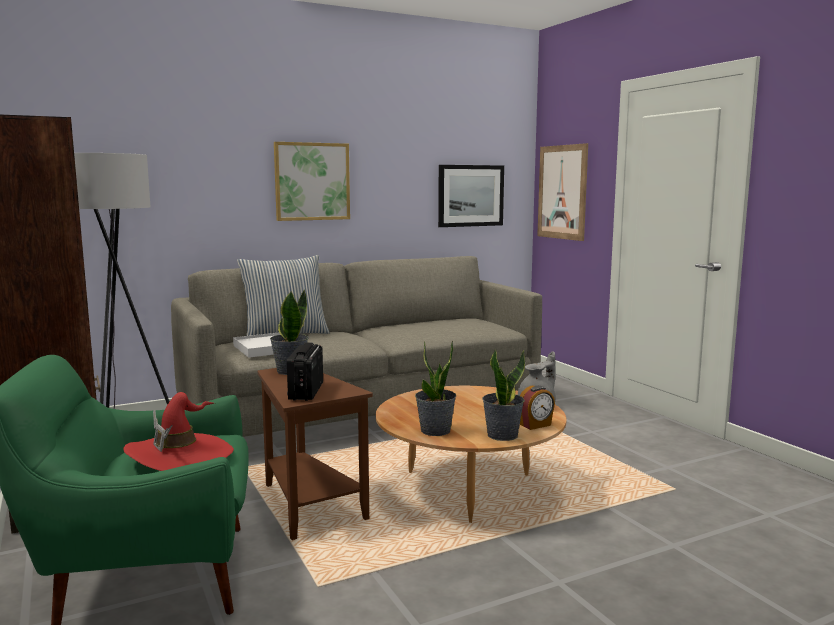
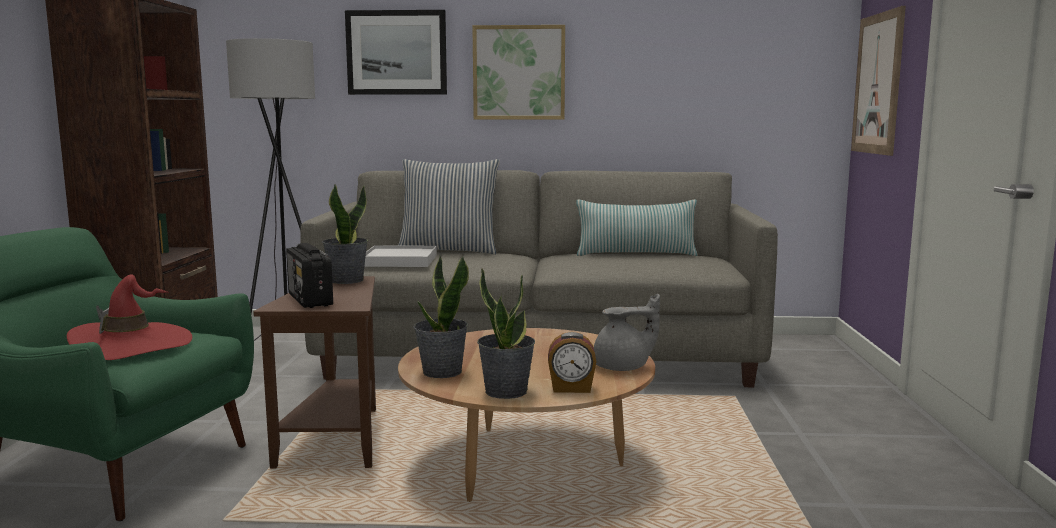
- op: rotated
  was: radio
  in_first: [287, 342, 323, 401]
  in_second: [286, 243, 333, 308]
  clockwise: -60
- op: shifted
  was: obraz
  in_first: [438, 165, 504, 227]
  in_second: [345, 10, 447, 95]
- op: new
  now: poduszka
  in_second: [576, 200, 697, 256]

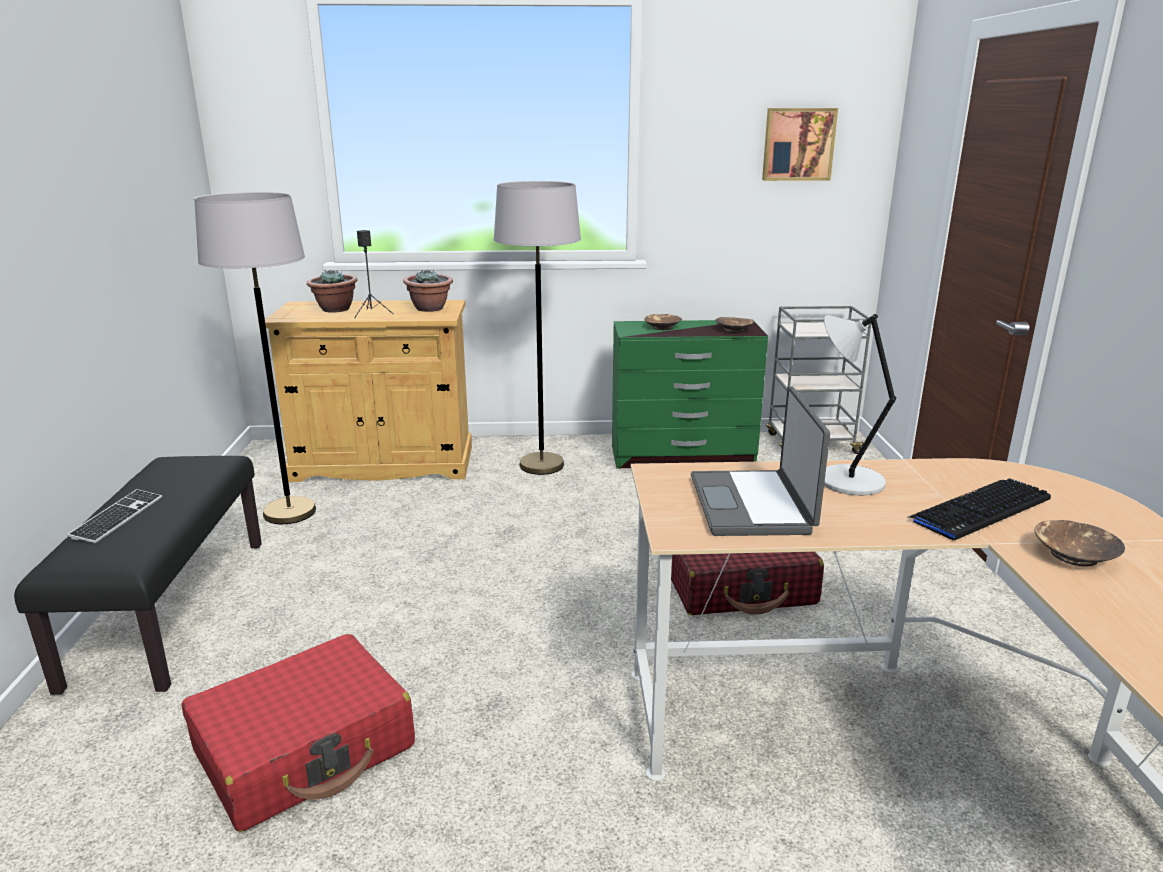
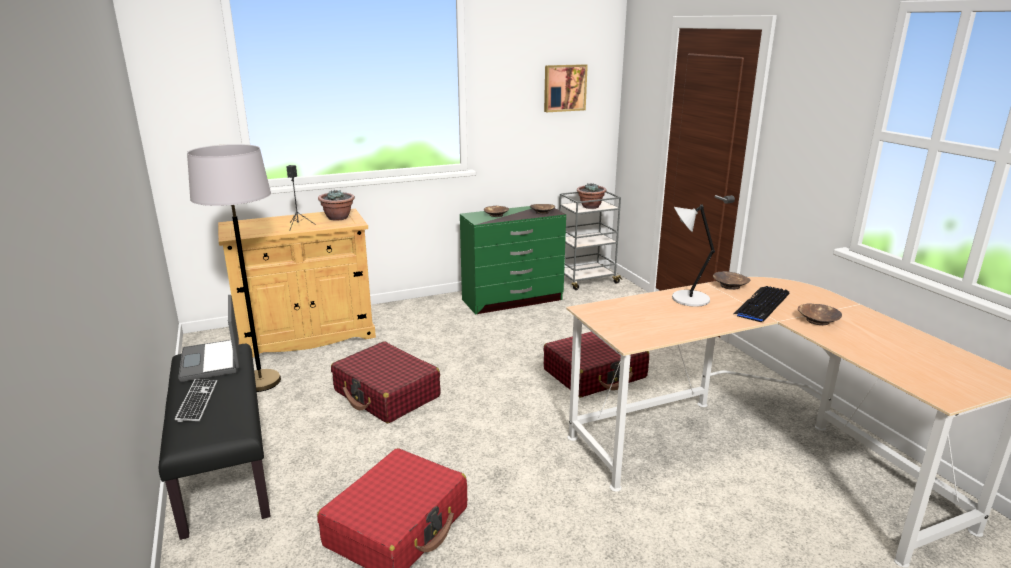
- op: shifted
  was: laptop
  in_first: [691, 386, 830, 536]
  in_second: [178, 295, 239, 382]
- op: new
  now: walizka/czerwony
  in_second: [331, 341, 440, 423]
- op: shifted
  was: roślina doniczkowa
  in_first: [307, 270, 357, 313]
  in_second: [577, 183, 607, 209]
- op: new
  now: miska/brązowy
  in_second: [713, 271, 750, 290]
- op: gone
  was: lampa stojąca/szary
  in_first: [494, 181, 581, 475]

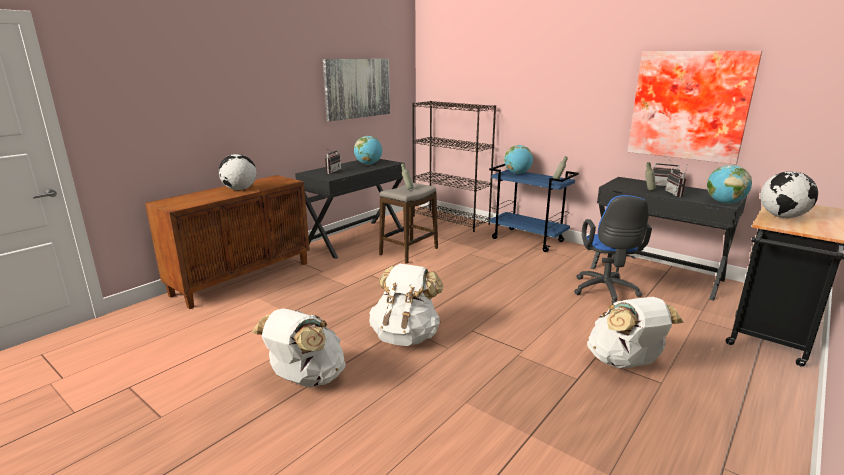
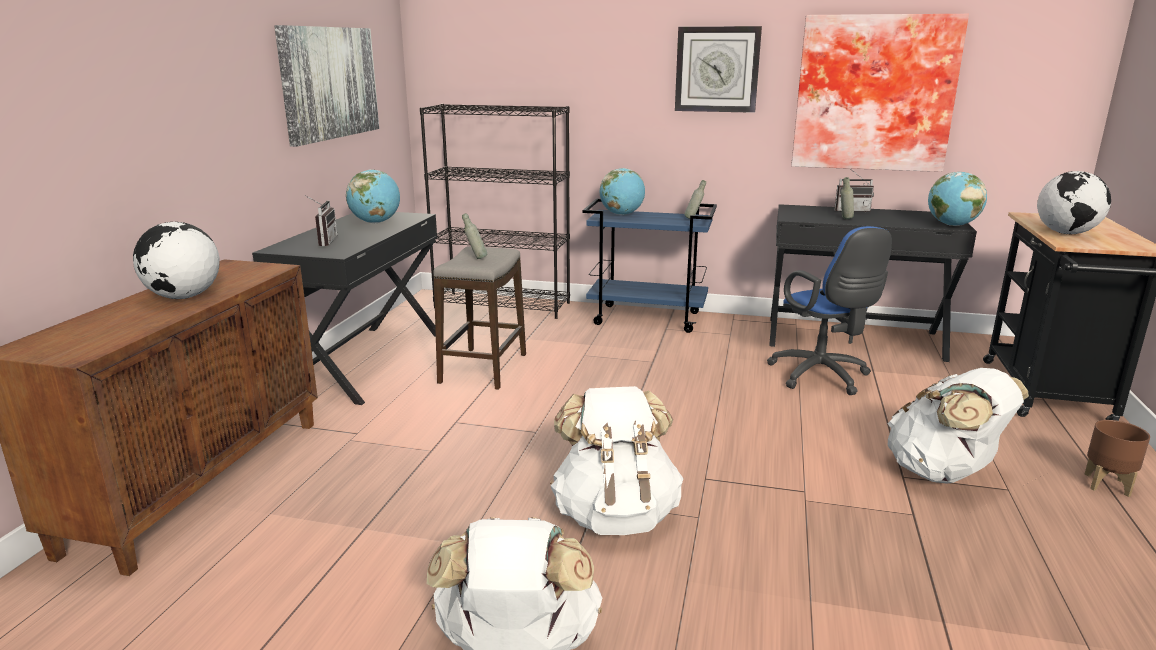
- op: new
  now: zegar ścienny
  in_second: [675, 26, 762, 113]
- op: new
  now: donica/brązowy
  in_second: [1084, 420, 1150, 497]
- op: gone
  was: radio
  in_first: [665, 165, 688, 197]

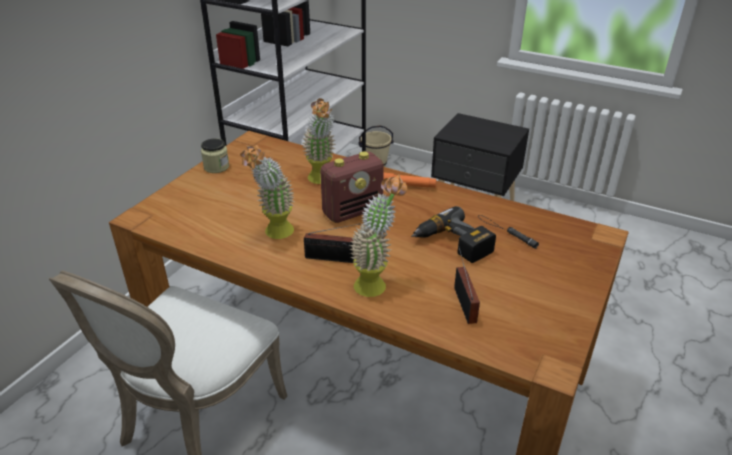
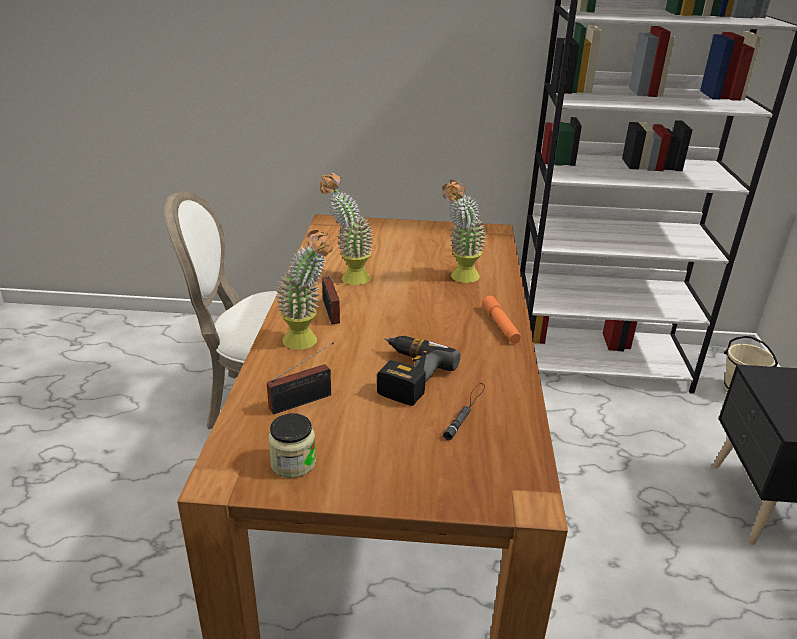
- op: shifted
  was: słoik
  in_first: [201, 139, 229, 173]
  in_second: [268, 413, 316, 478]
- op: gone
  was: radio
  in_first: [320, 152, 384, 223]

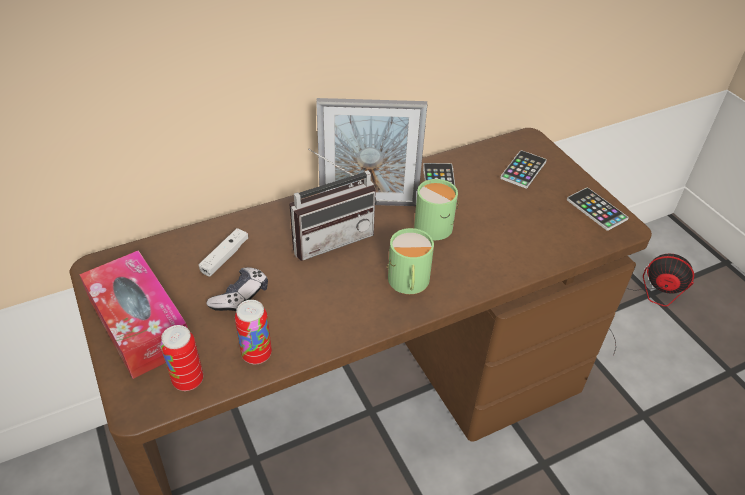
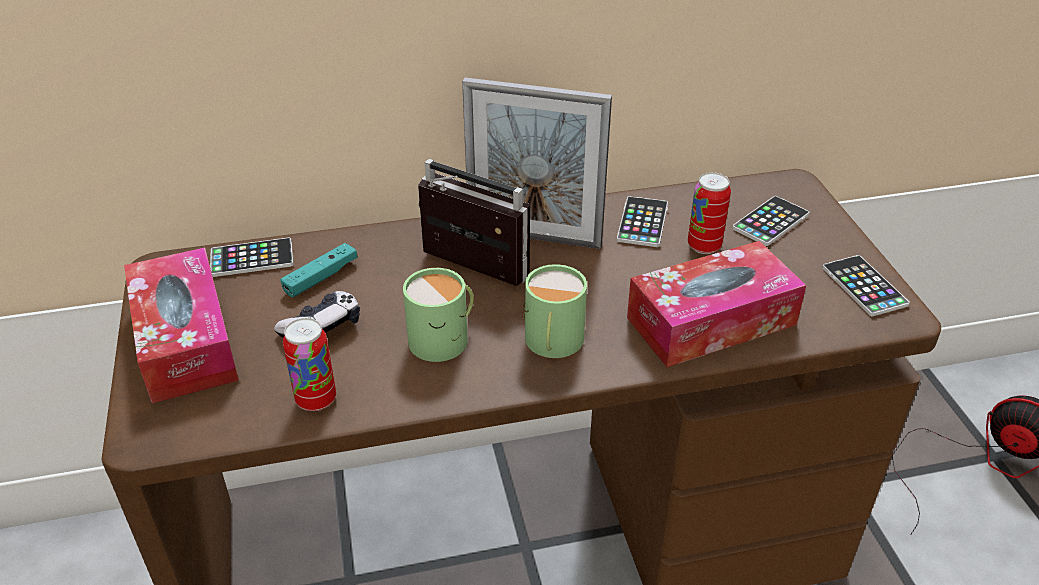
- op: new
  now: telefon
  in_second: [210, 238, 294, 277]
- op: repainted
  was: pad do gier/biały
  now: pad do gier/turkusowy
  in_first: [199, 228, 249, 277]
  in_second: [280, 243, 358, 297]
- op: shifted
  was: kubek/zielony
  in_first: [414, 179, 458, 240]
  in_second: [403, 268, 474, 362]
- op: rotated
  was: radio
  in_first: [289, 149, 377, 261]
  in_second: [418, 159, 530, 286]
  clockwise: -135
- op: new
  now: pudełko chusteczek
  in_second: [627, 241, 806, 367]
- op: shifted
  was: puszka
  in_first: [160, 325, 203, 391]
  in_second: [688, 172, 731, 254]

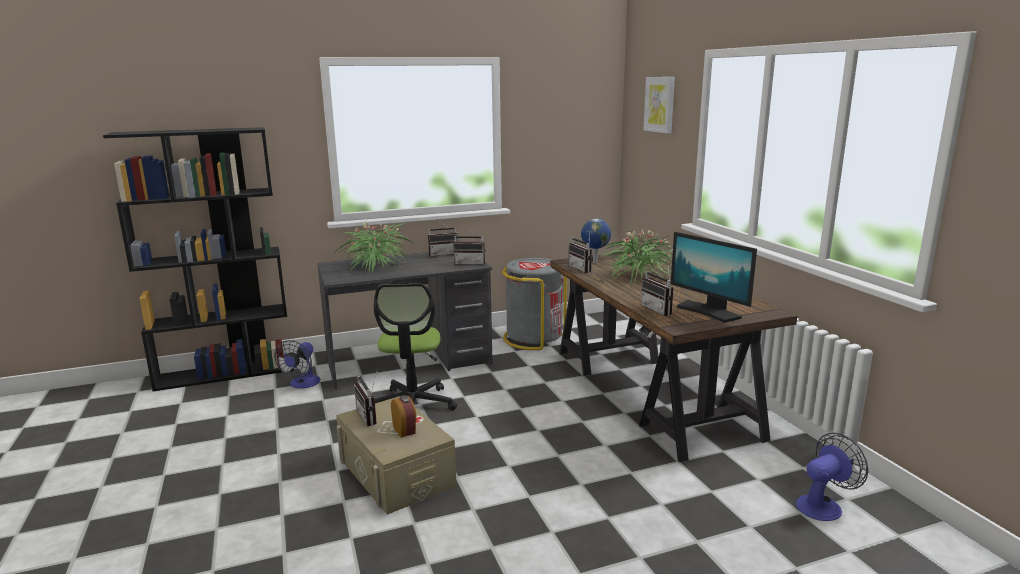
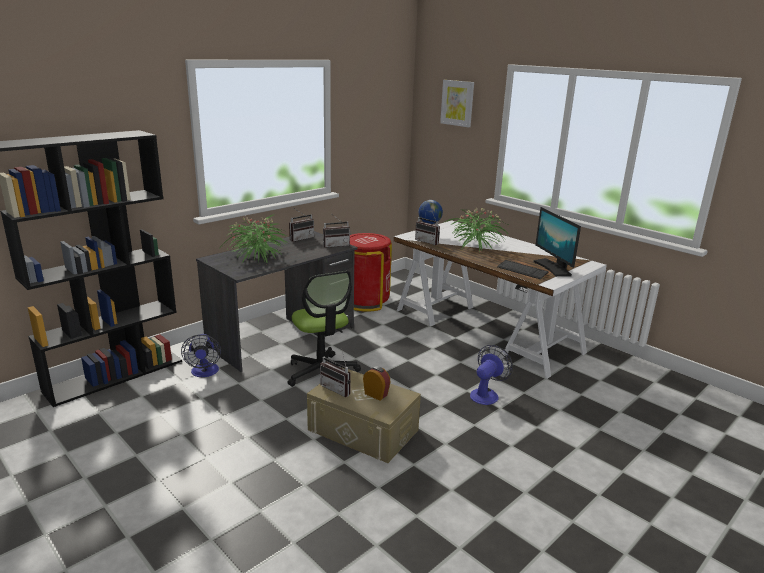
- op: repainted
  was: kosz na śmieci/szary
  now: kosz na śmieci/czerwony
  in_first: [502, 258, 567, 350]
  in_second: [350, 233, 392, 312]
- op: repainted
  was: biurko/brązowy
  now: biurko/biały
  in_first: [550, 250, 797, 462]
  in_second: [394, 220, 607, 379]
- op: shifted
  was: wentylator
  in_first: [796, 433, 868, 521]
  in_second: [470, 345, 513, 405]
- op: swapped
  was: radio
  now: klawiatura
  in_first: [641, 265, 674, 316]
  in_second: [497, 260, 549, 280]
- op: rotated
  was: monitor
  in_first: [671, 232, 757, 323]
  in_second: [533, 207, 581, 277]
  clockwise: 45

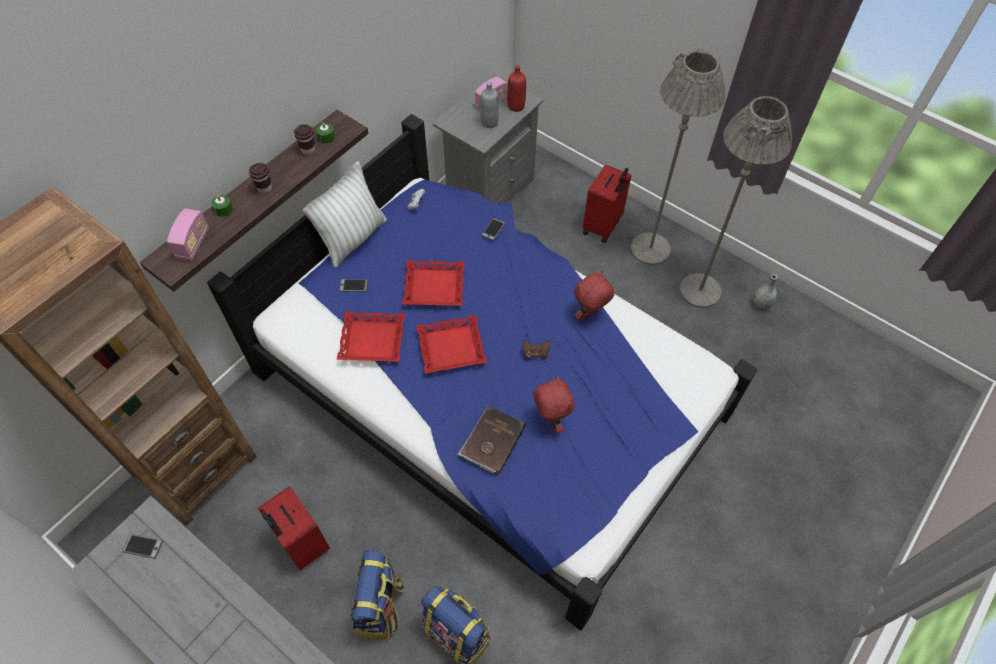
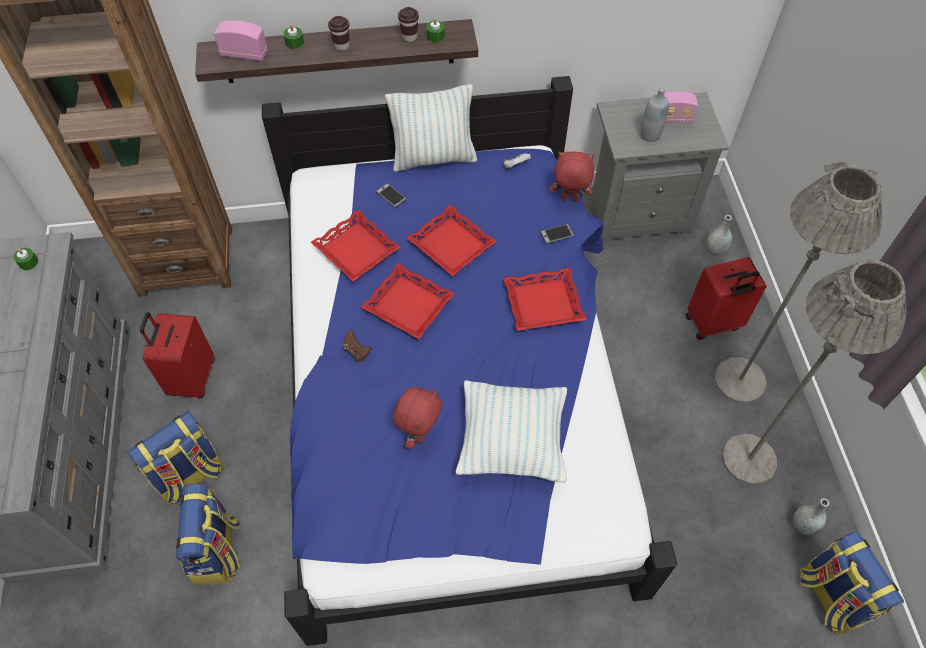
- op: swapped
  was: telefon
  now: świeca/zielony
  in_first: [122, 534, 163, 559]
  in_second: [13, 248, 38, 270]
- op: rotated
  was: radio
  in_first: [167, 209, 209, 261]
  in_second: [214, 20, 268, 61]
  clockwise: -135
- op: shifted
  was: pad do gier/brązowy
  in_first: [523, 340, 550, 359]
  in_second: [343, 330, 371, 362]
- op: new
  now: poduszka
  in_second: [455, 381, 567, 483]
- op: new
  now: taca/czerwony
  in_second: [504, 268, 587, 331]
- op: shifted
  was: pluszak/czerwony
  in_first: [574, 271, 614, 320]
  in_second: [550, 151, 594, 201]
- op: new
  now: wazon/szary
  in_second: [706, 215, 732, 256]
- op: new
  now: plecak
  in_second: [799, 530, 904, 635]
- op: gone
  was: książka/brązowy
  in_first: [458, 406, 526, 474]
- op: gone
  was: butelka/czerwony
  in_first: [507, 65, 526, 112]

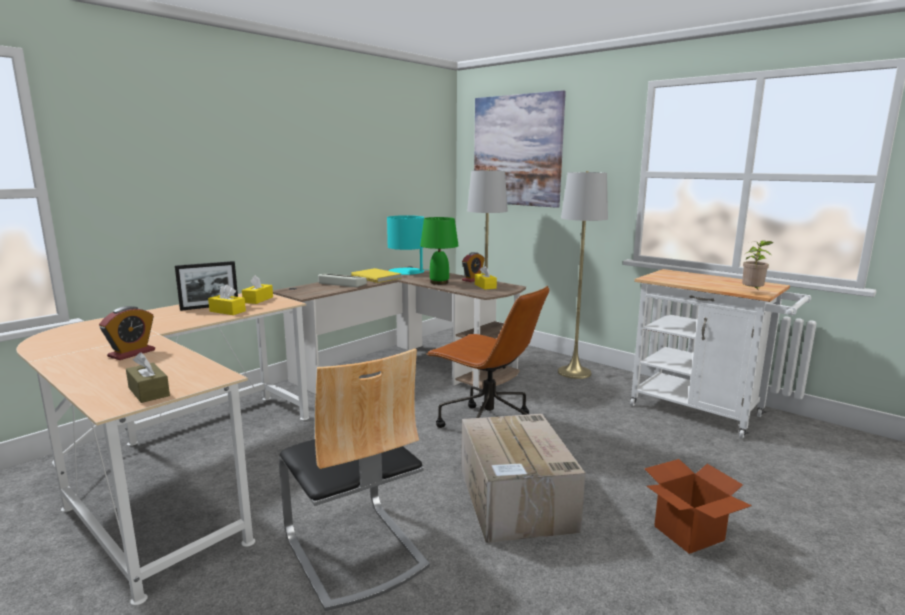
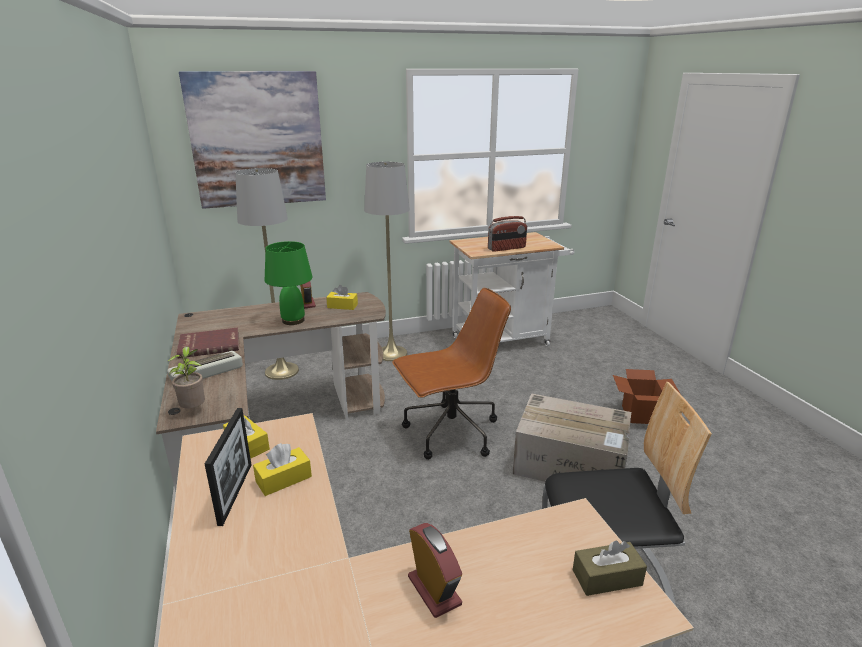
- op: shifted
  was: roślina doniczkowa
  in_first: [742, 240, 773, 291]
  in_second: [168, 347, 205, 409]
- op: repainted
  was: książka/żółty
  now: książka/czerwony
  in_first: [351, 268, 401, 283]
  in_second: [177, 327, 239, 358]
- op: new
  now: radio
  in_second: [488, 216, 527, 252]
- op: gone
  was: lampa stołowa/turkusowy
  in_first: [387, 215, 429, 275]

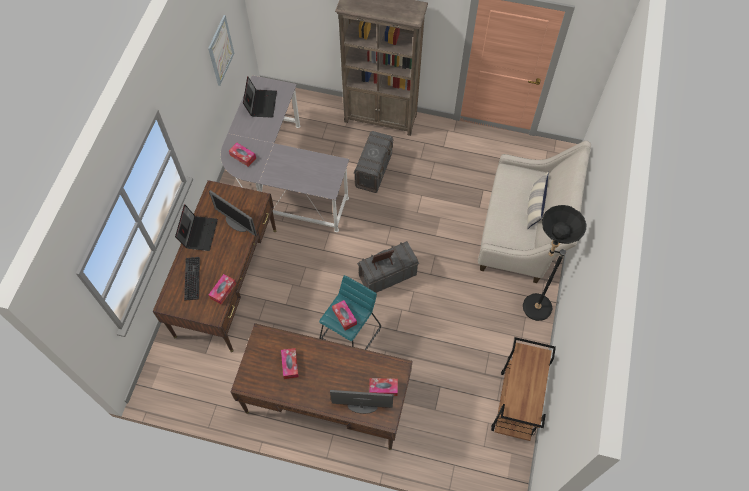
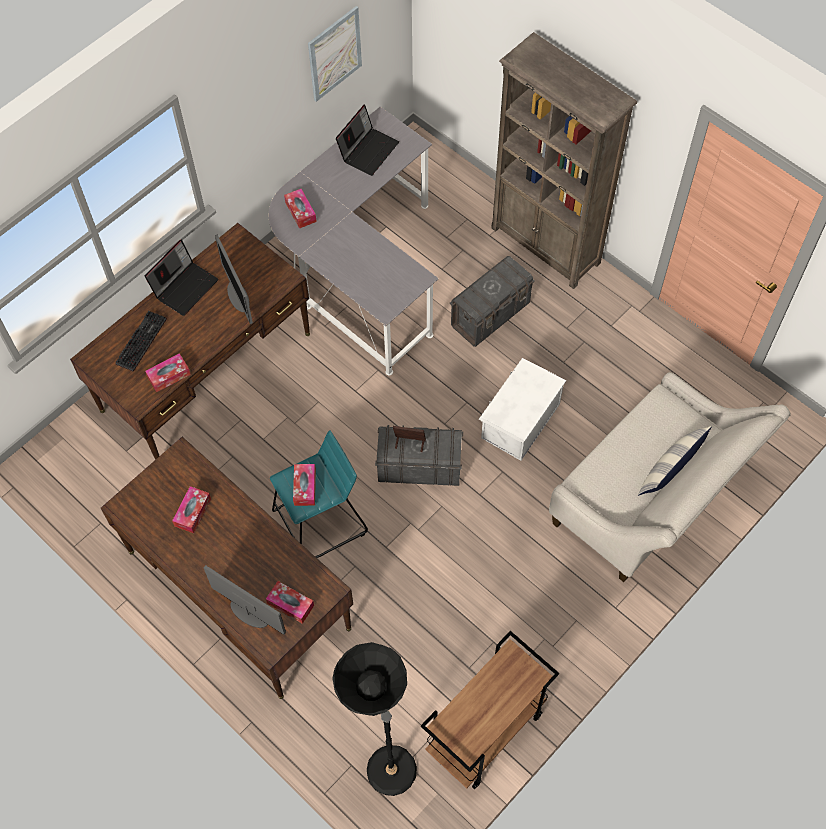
- op: shifted
  was: lampa stojąca/czarny
  in_first: [523, 205, 586, 321]
  in_second: [332, 642, 417, 796]
- op: new
  now: pojemnik do przechowywania/biały
  in_second: [478, 358, 566, 461]

